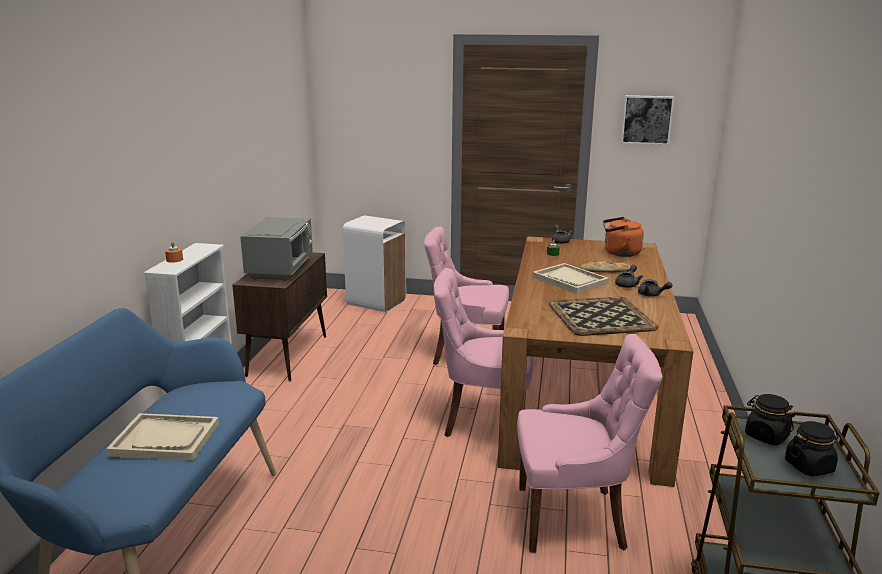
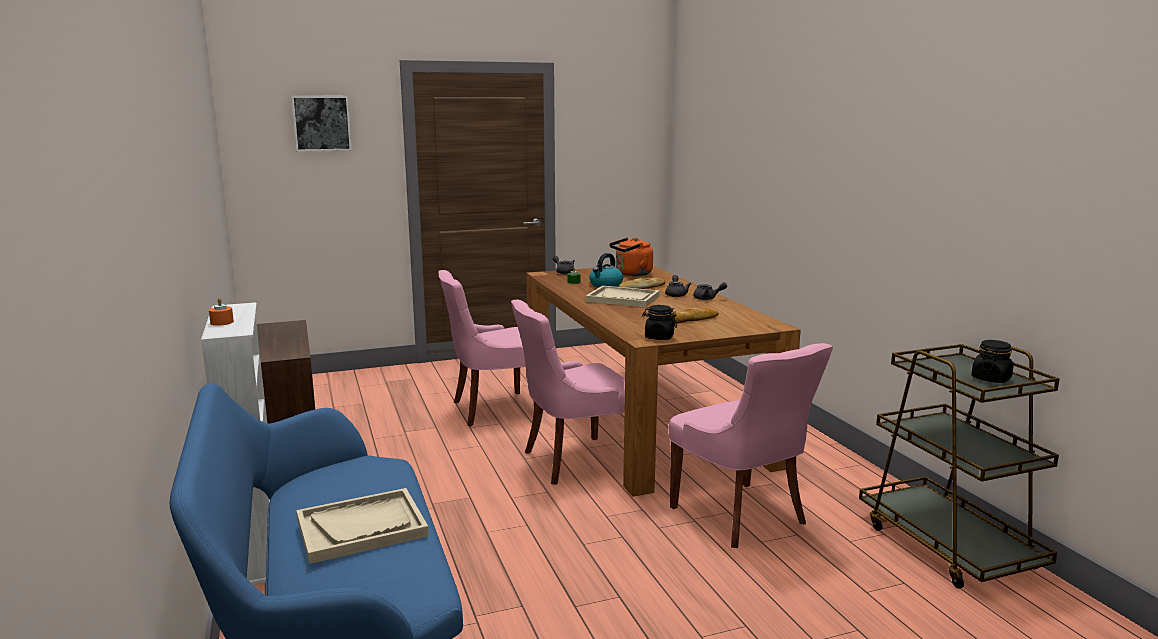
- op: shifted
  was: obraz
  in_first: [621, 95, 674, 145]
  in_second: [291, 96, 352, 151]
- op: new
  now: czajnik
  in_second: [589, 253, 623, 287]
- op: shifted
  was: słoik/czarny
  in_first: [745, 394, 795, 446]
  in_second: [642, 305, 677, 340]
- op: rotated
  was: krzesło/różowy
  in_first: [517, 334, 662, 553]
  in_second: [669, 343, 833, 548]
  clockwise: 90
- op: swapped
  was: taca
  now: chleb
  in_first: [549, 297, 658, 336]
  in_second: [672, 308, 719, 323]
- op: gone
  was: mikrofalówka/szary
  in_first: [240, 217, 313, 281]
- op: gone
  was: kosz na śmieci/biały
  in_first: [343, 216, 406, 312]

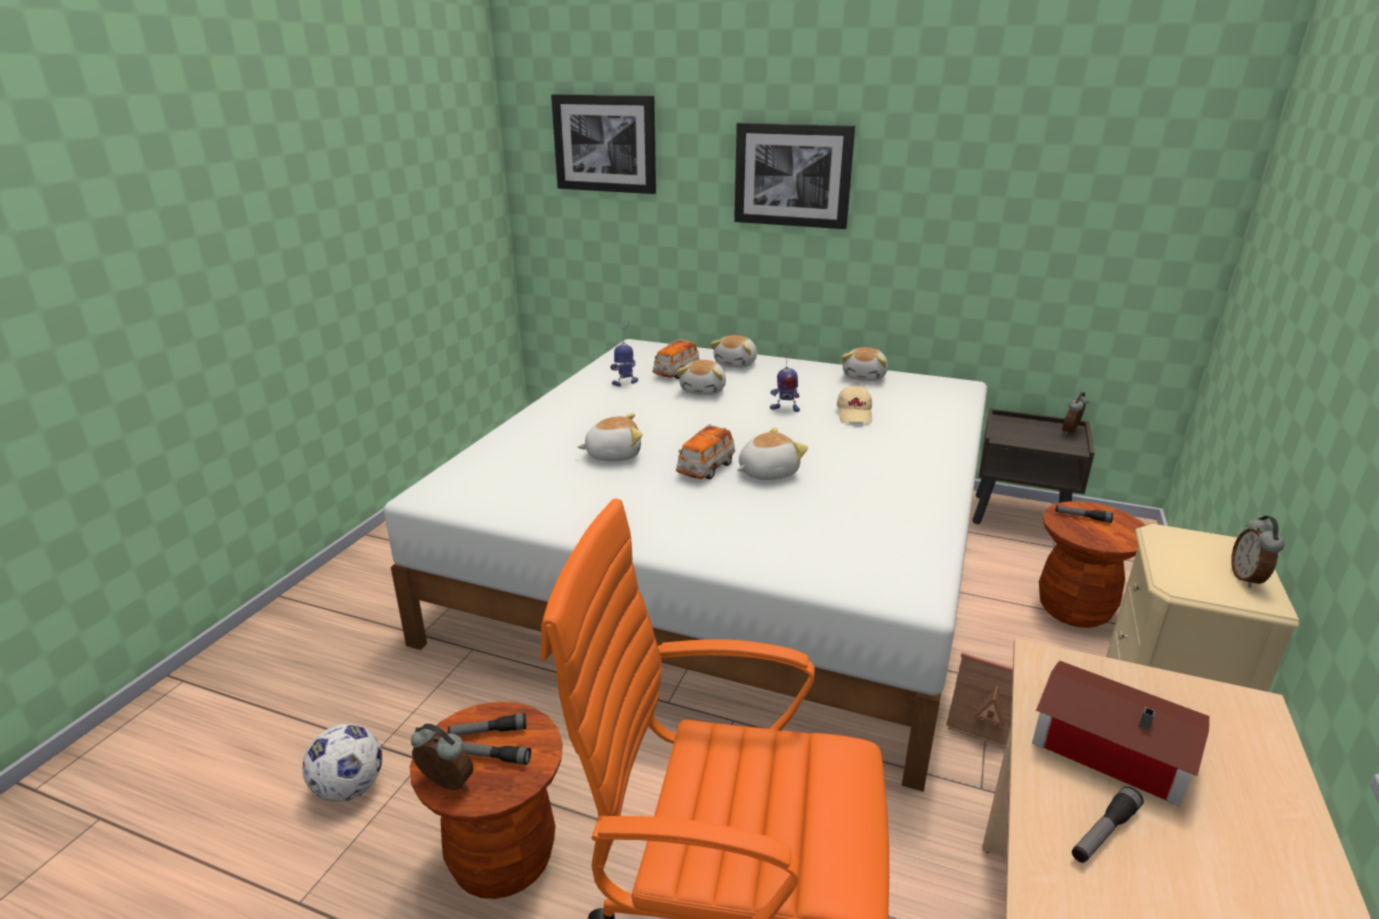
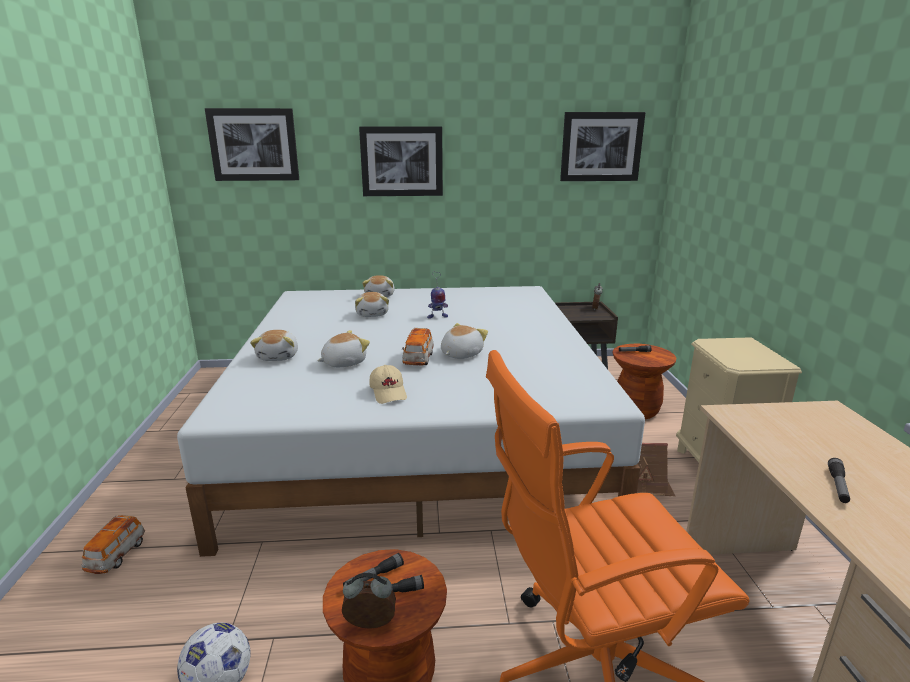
- op: shifted
  was: samochodzik
  in_first: [653, 339, 699, 379]
  in_second: [81, 515, 145, 574]
- op: shifted
  was: pluszak
  in_first: [842, 347, 888, 381]
  in_second: [250, 330, 298, 361]
- op: shifted
  was: czapka z daszkiem/beżowy
  in_first: [837, 385, 872, 424]
  in_second: [369, 365, 407, 404]
- op: new
  now: obraz
  in_second: [560, 112, 646, 181]
- op: gone
  was: robot zabawkowy
  in_first: [611, 320, 638, 386]
- op: gone
  was: domek
  in_first: [1032, 660, 1209, 807]
- op: gone
  was: budzik
  in_first: [1231, 516, 1284, 588]

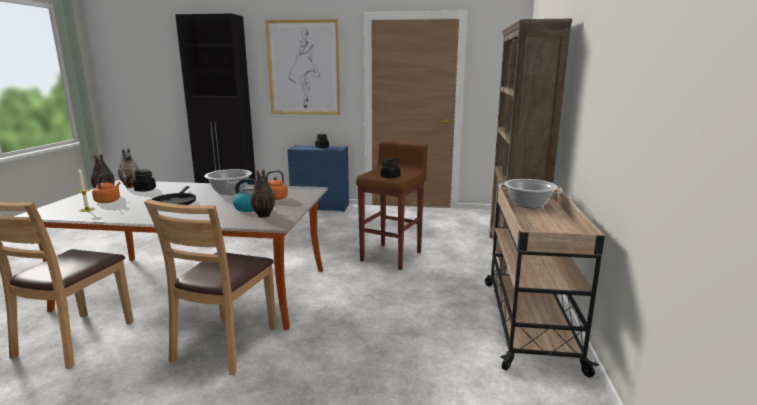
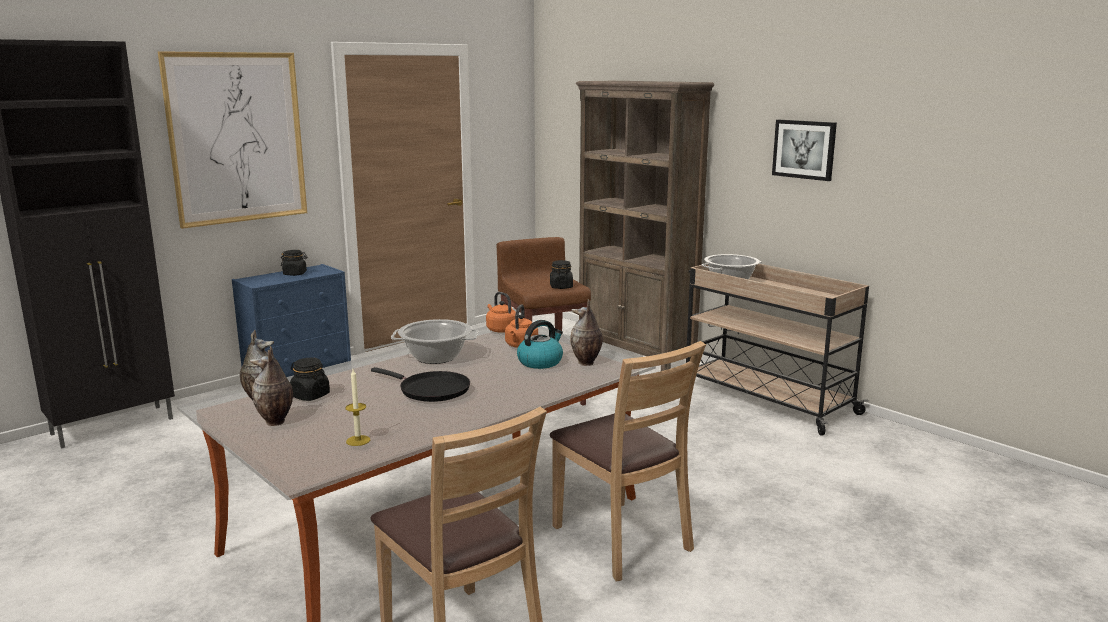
- op: shifted
  was: czajnik/pomarańczowy
  in_first: [92, 173, 120, 203]
  in_second: [486, 292, 516, 333]
- op: new
  now: obraz
  in_second: [772, 120, 837, 181]

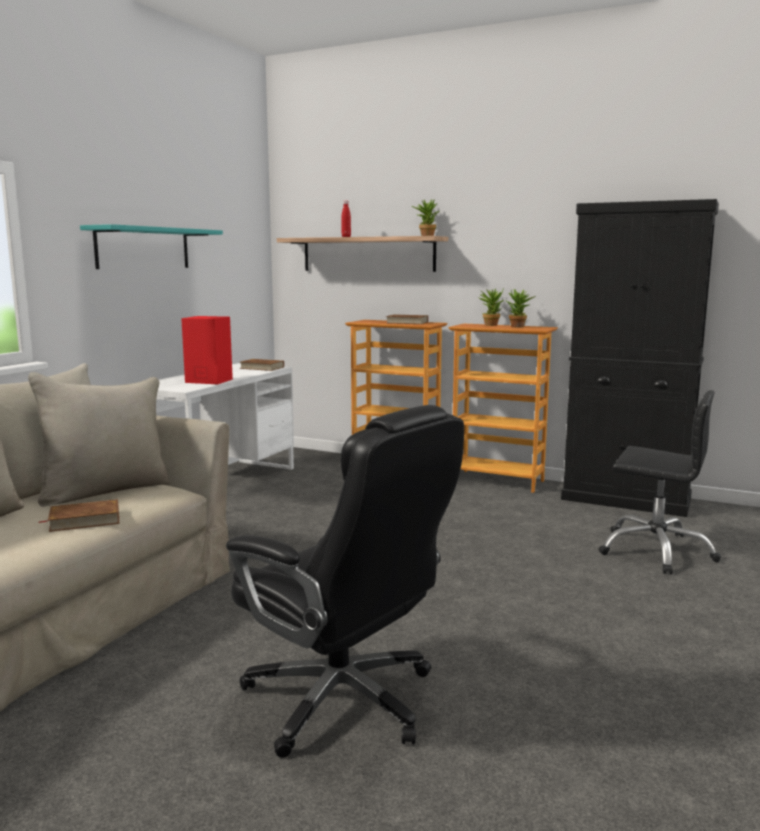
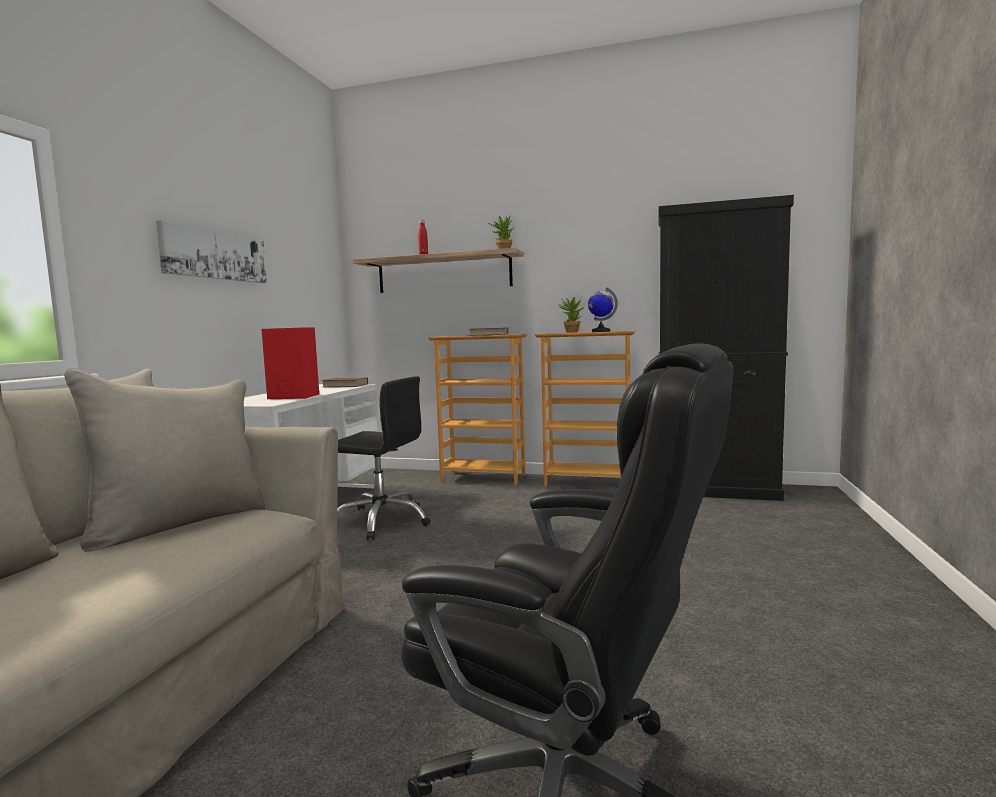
- op: swapped
  was: półka/turkusowy
  now: obraz
  in_first: [80, 224, 223, 269]
  in_second: [156, 220, 267, 283]
- op: shifted
  was: krzesło biurowe/czarny
  in_first: [599, 390, 721, 574]
  in_second: [337, 376, 431, 540]
- op: swapped
  was: roślina doniczkowa
  now: globus
  in_first: [505, 289, 536, 327]
  in_second: [588, 287, 618, 332]
- op: gone
  was: książka/brązowy
  in_first: [38, 499, 119, 532]

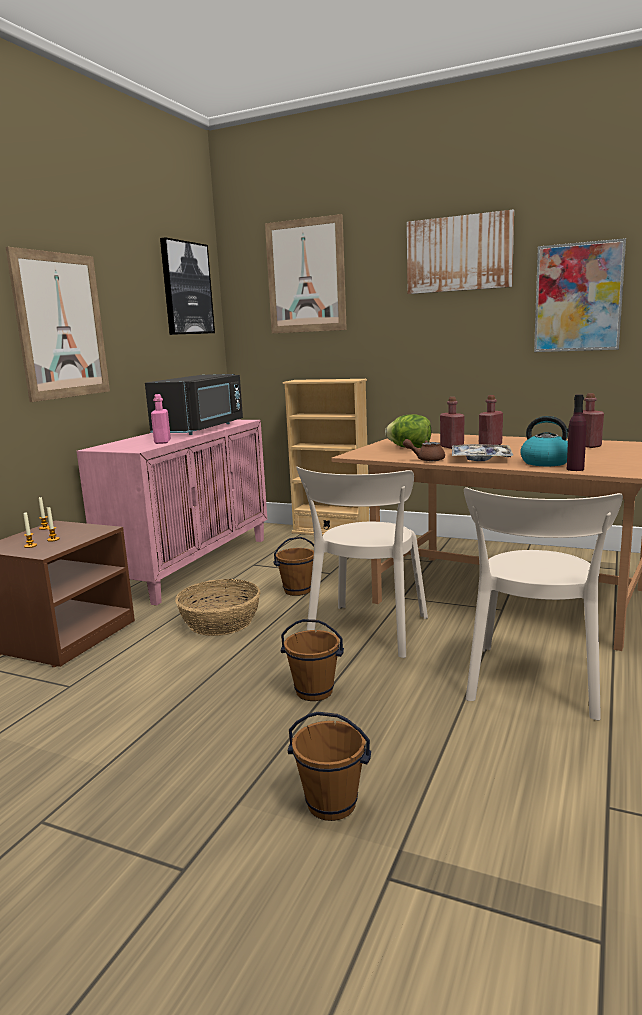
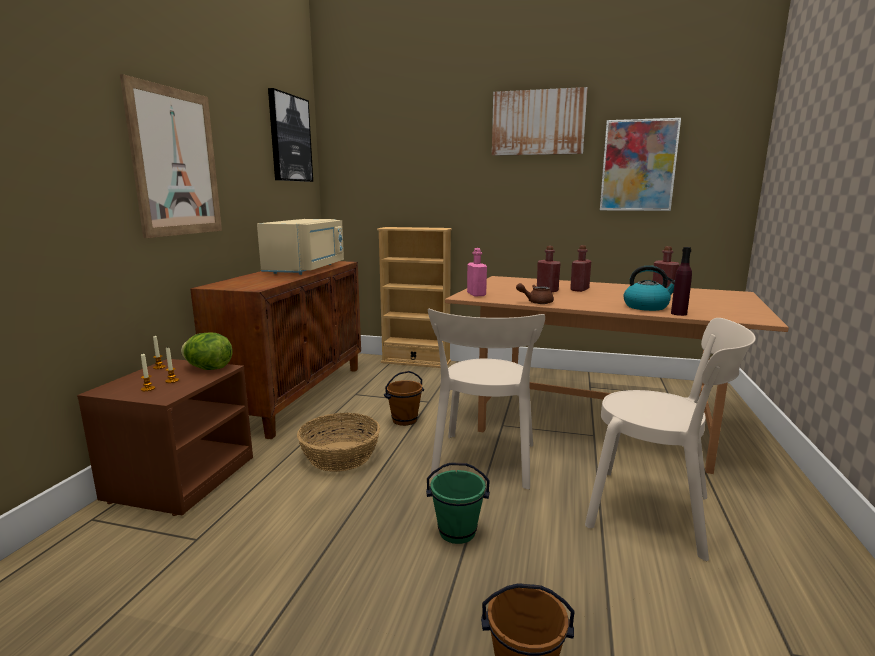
- op: shifted
  was: sałata
  in_first: [385, 414, 431, 448]
  in_second: [181, 333, 232, 370]
- op: repainted
  was: szafka/różowy
  now: szafka/brązowy
  in_first: [77, 420, 267, 606]
  in_second: [190, 261, 361, 439]
- op: repainted
  was: mikrofalówka/czarny
  now: mikrofalówka/beżowy
  in_first: [145, 374, 243, 435]
  in_second: [257, 219, 344, 275]
- op: repainted
  was: wiadro/brązowy
  now: wiadro/zielony
  in_first: [280, 619, 344, 701]
  in_second: [426, 462, 490, 544]
- op: shifted
  was: butelka/różowy
  in_first: [151, 394, 171, 444]
  in_second: [467, 248, 487, 297]
- op: rotated
  was: krzesło/beżowy
  in_first: [464, 487, 623, 720]
  in_second: [585, 318, 756, 561]
  clockwise: -75
- op: gone
  was: obraz
  in_first: [265, 214, 347, 333]
- op: gone
  was: taca
  in_first: [452, 444, 513, 461]

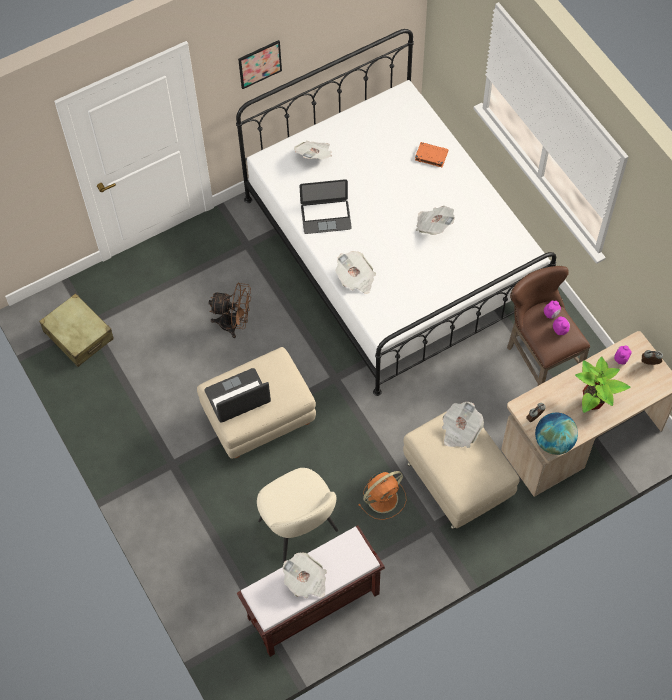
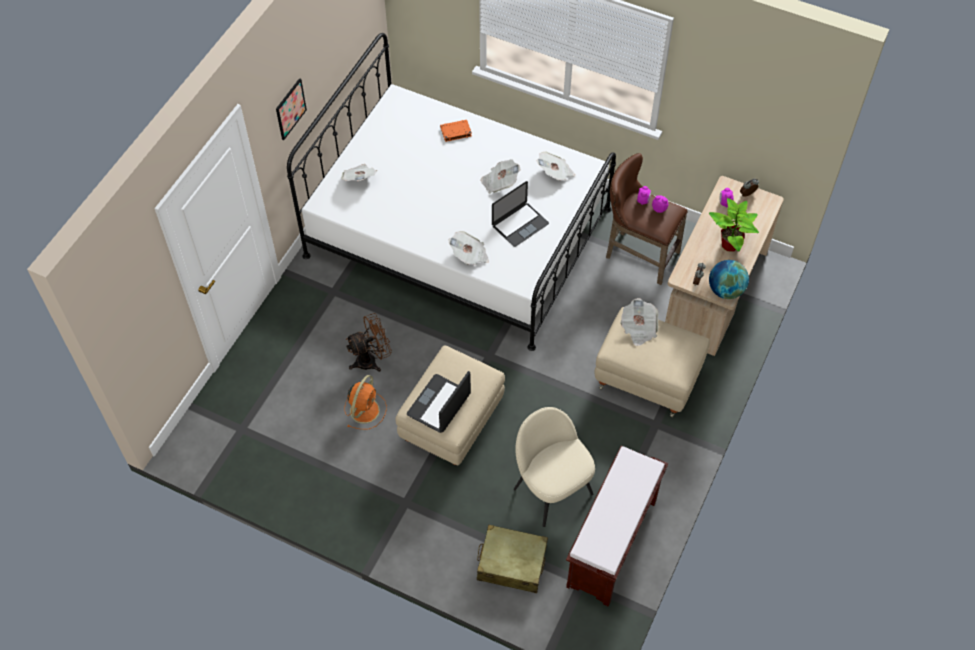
- op: shifted
  was: wentylator/pomarańczowy
  in_first: [358, 471, 407, 520]
  in_second: [345, 375, 387, 429]
- op: shifted
  was: walizka/beżowy
  in_first: [39, 293, 114, 367]
  in_second: [477, 525, 548, 593]
- op: shifted
  was: laptop
  in_first: [299, 179, 352, 234]
  in_second: [492, 181, 549, 247]
- op: rotated
  was: krzesło/beżowy
  in_first: [257, 468, 338, 562]
  in_second: [514, 407, 595, 527]
  clockwise: -150
- op: shifted
  was: gazeta
  in_first: [283, 552, 327, 598]
  in_second: [536, 151, 575, 181]

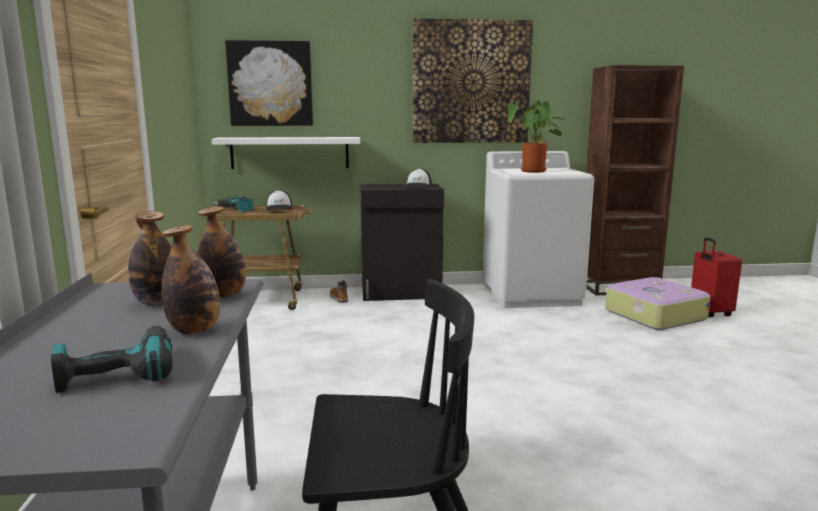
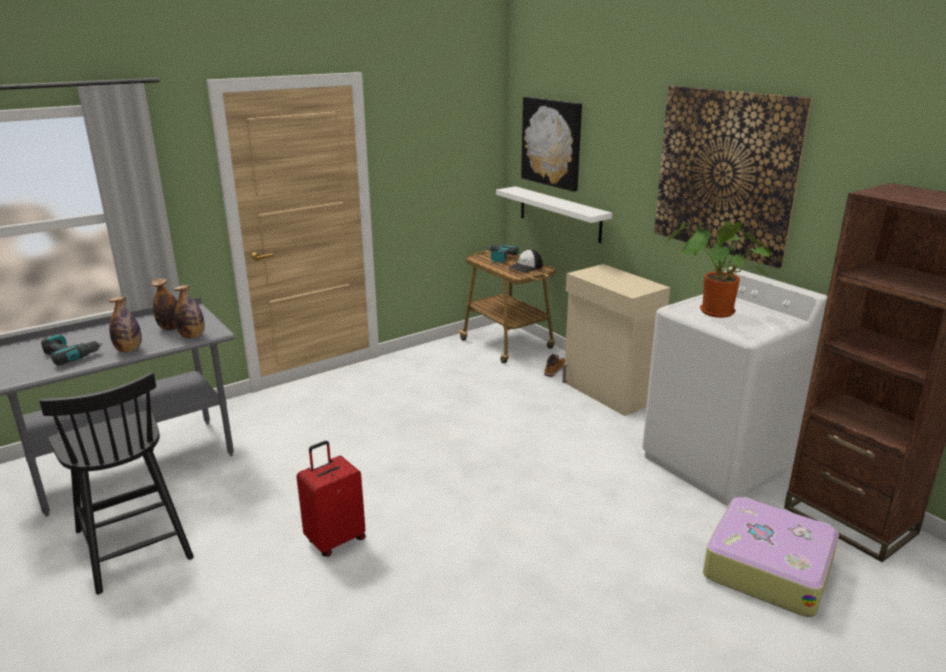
- op: shifted
  was: walizka/czerwony
  in_first: [691, 237, 742, 317]
  in_second: [296, 441, 366, 557]
- op: repainted
  was: szafka/czarny
  now: szafka/beżowy
  in_first: [360, 184, 444, 301]
  in_second: [562, 264, 670, 416]
- op: gone
  was: czapka z daszkiem
  in_first: [404, 168, 432, 189]

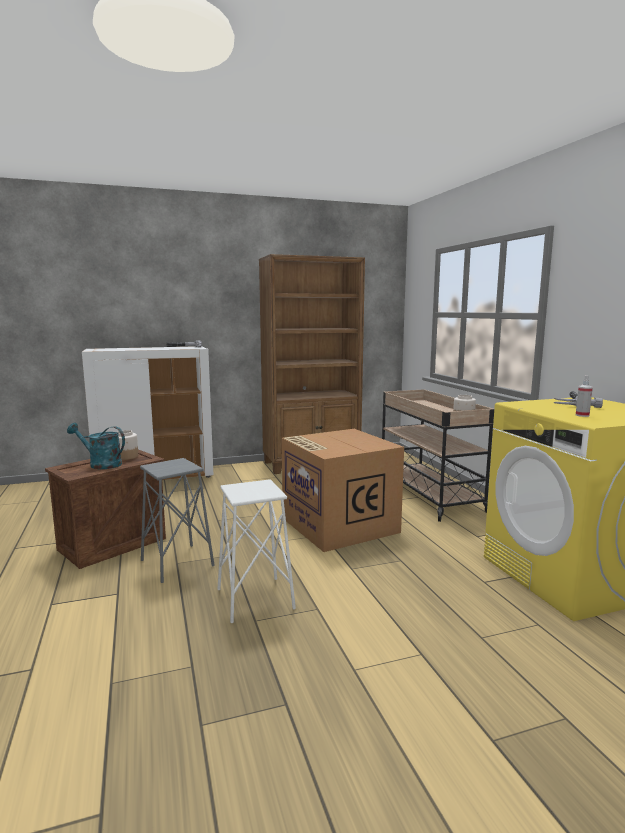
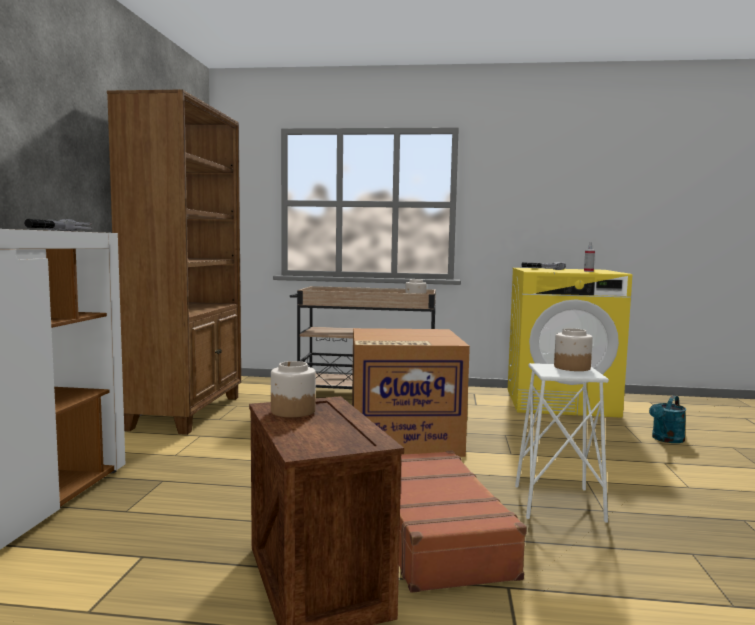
- op: swapped
  was: stołek/szary
  now: walizka/brązowy
  in_first: [140, 458, 215, 583]
  in_second: [399, 450, 527, 593]
- op: new
  now: słoik
  in_second: [554, 328, 593, 371]
- op: shifted
  was: konewka/turkusowy
  in_first: [67, 423, 125, 469]
  in_second: [649, 395, 686, 443]

